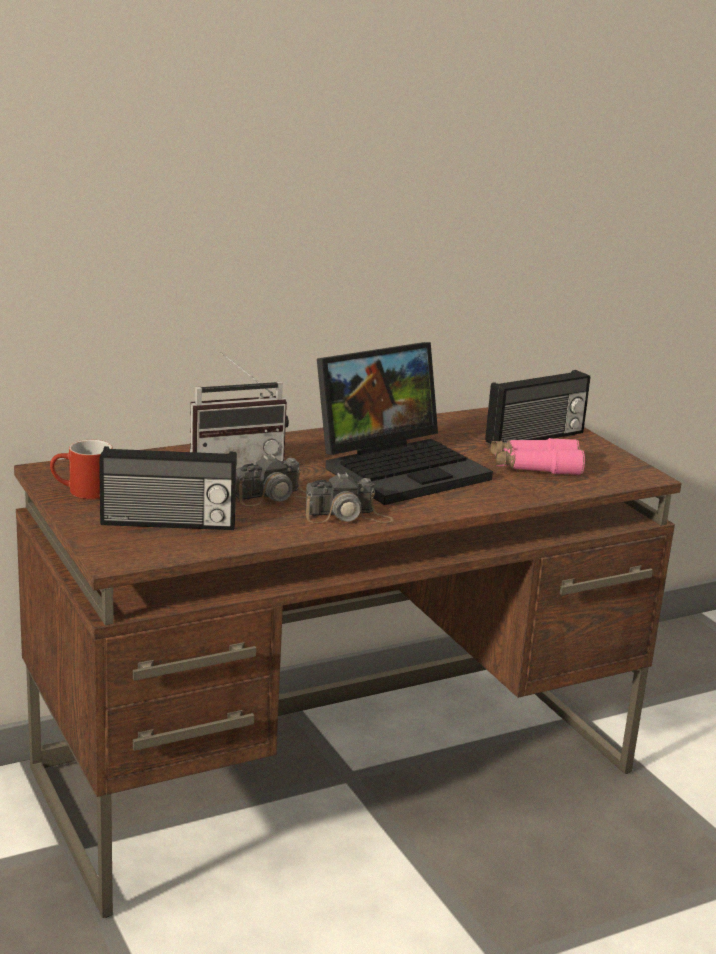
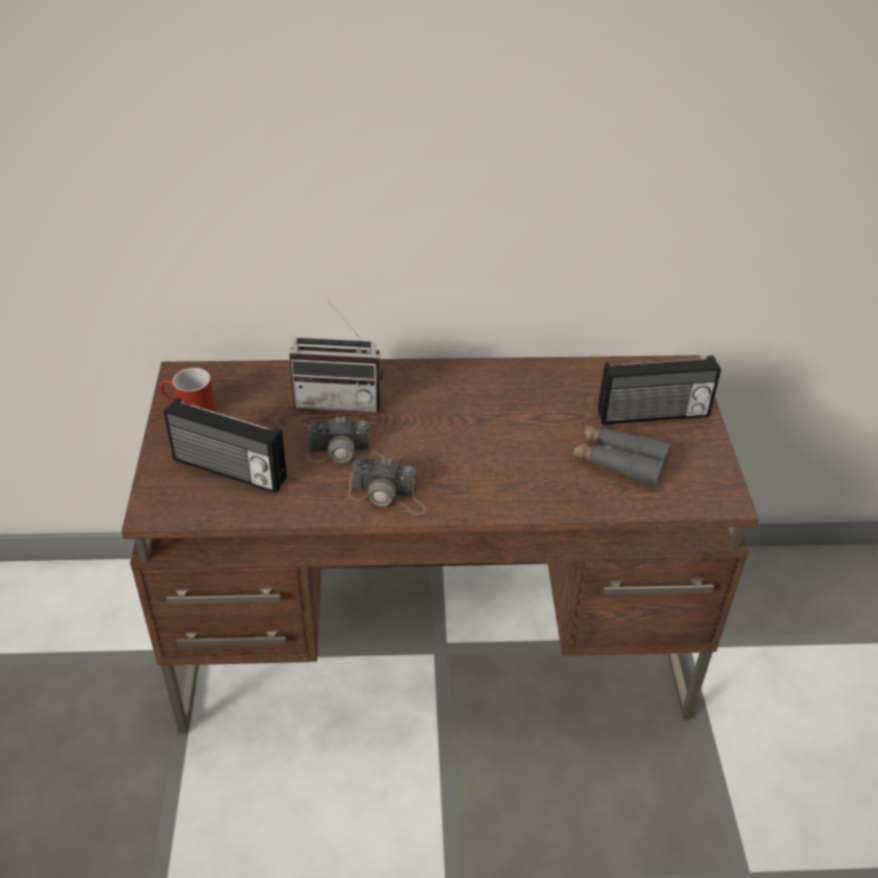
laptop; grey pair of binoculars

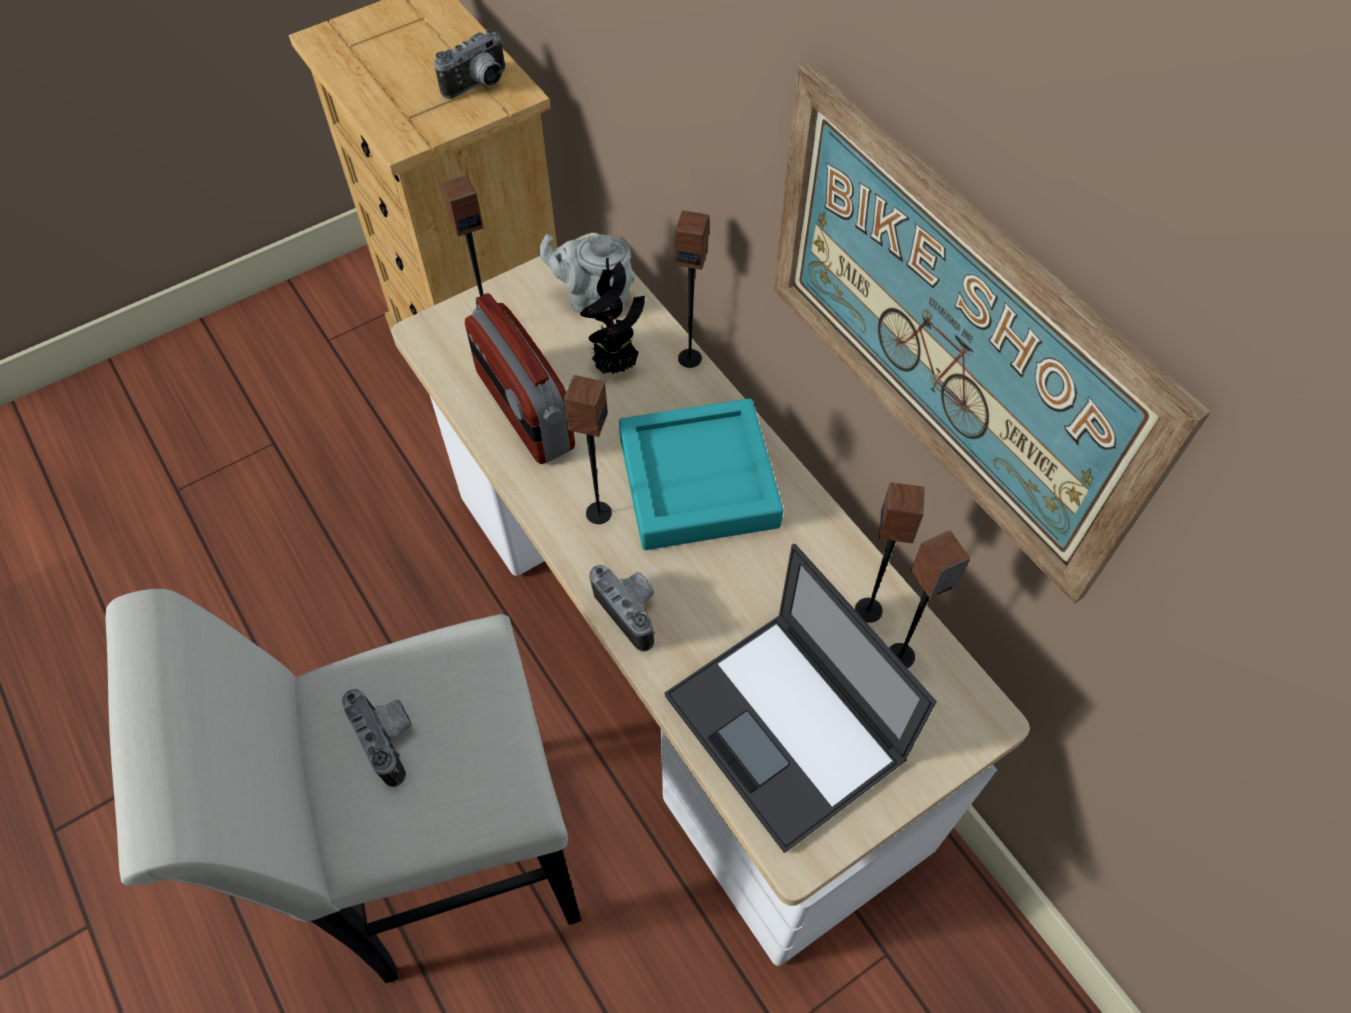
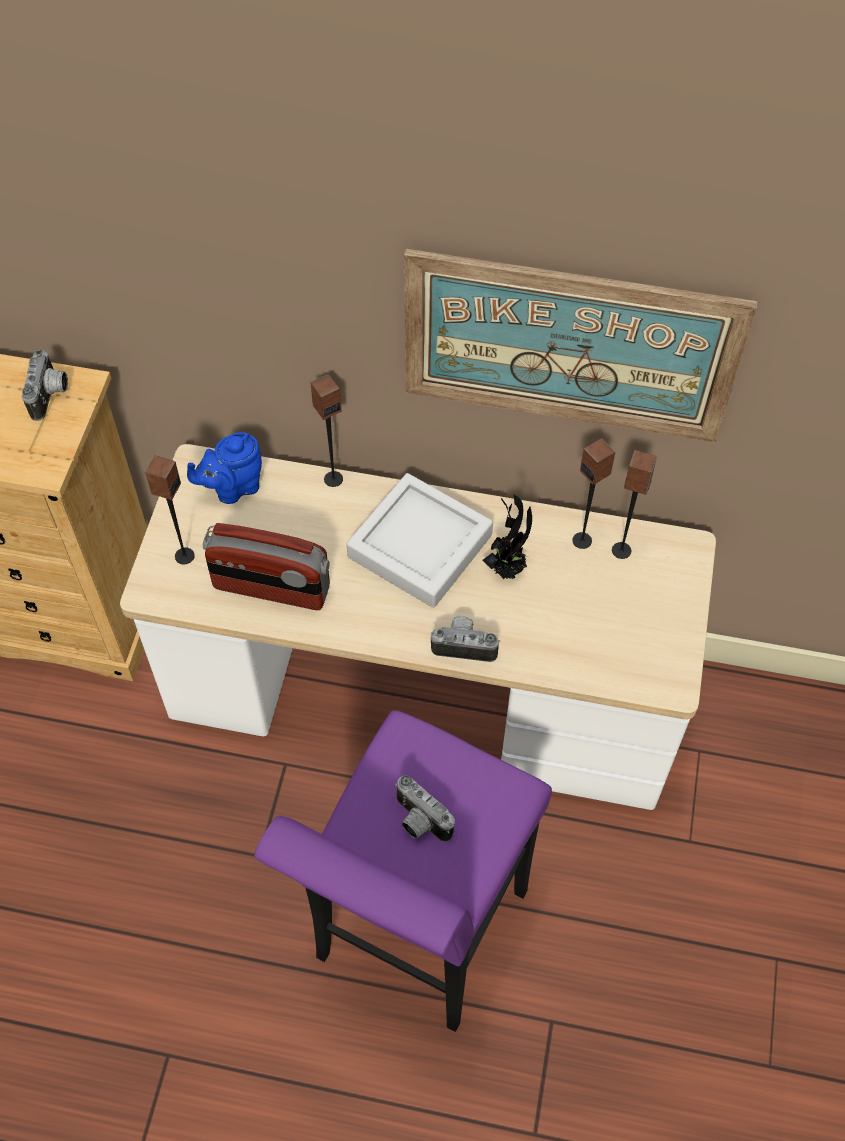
audio speaker (no. 2 from left in the first image); laptop; potted plant; purple stool seat; blue tea pot; grey serving tray; photo camera (no. 2 from left)

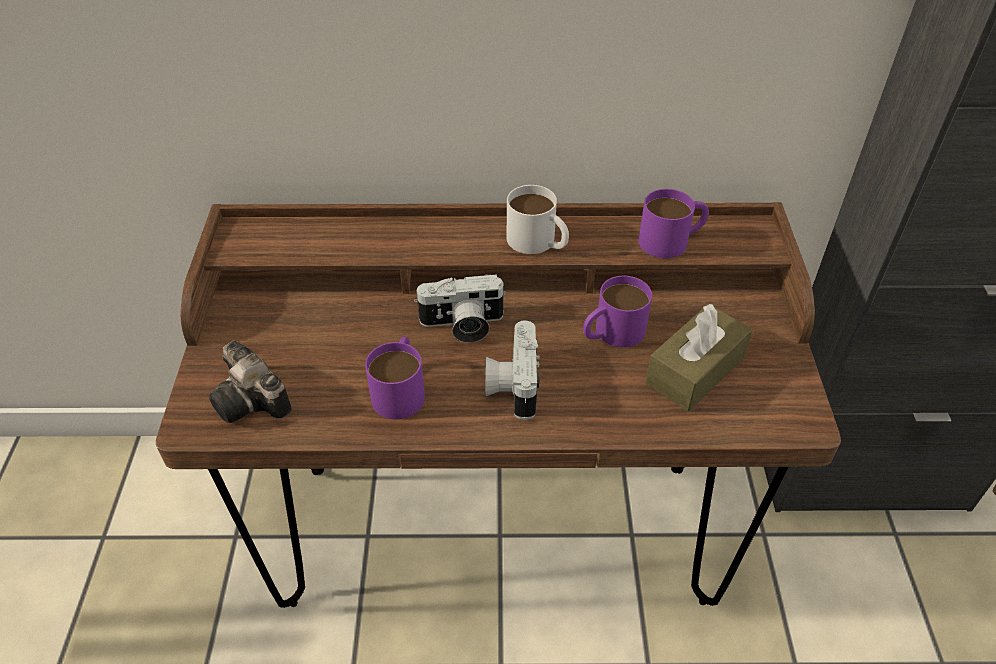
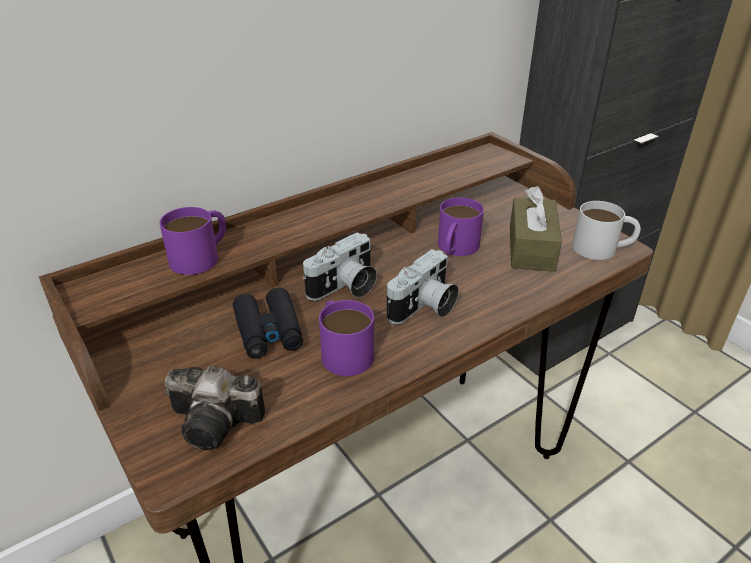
black-coloured pair of binoculars; whitish mug; purple mug (no. 1 from left); photo camera (no. 3 from left)

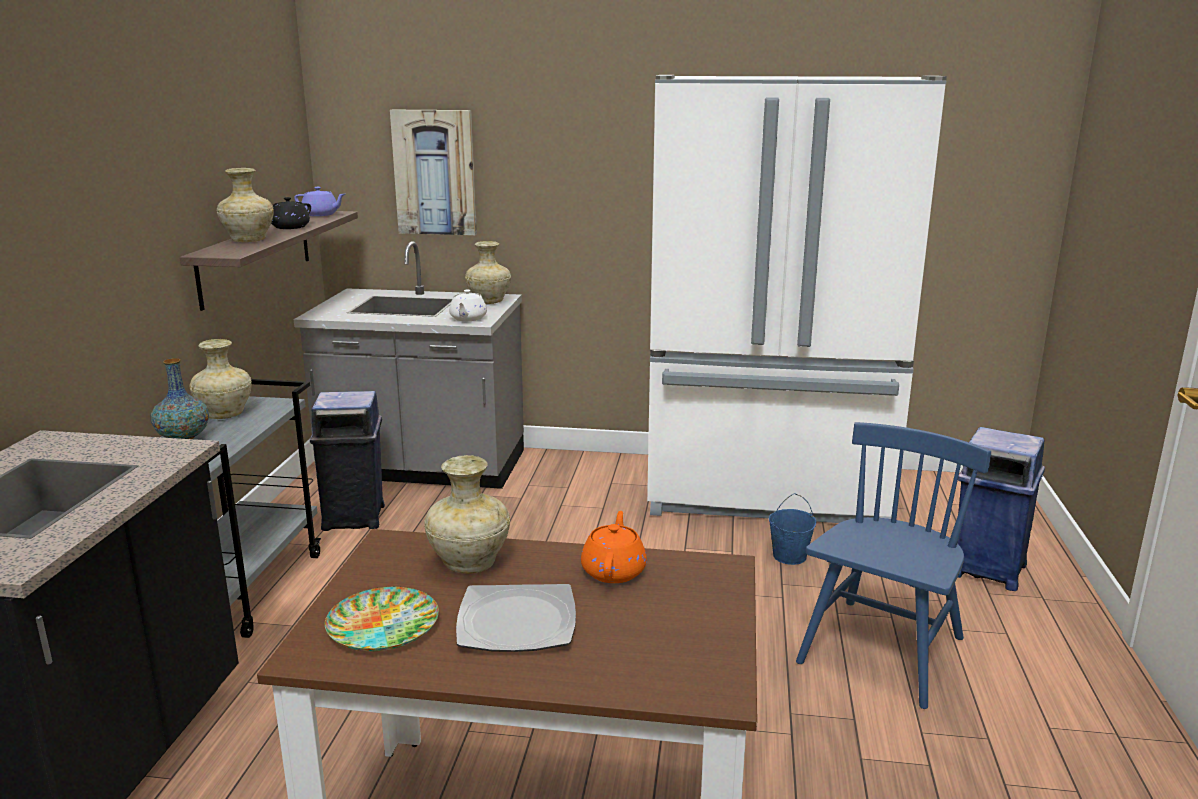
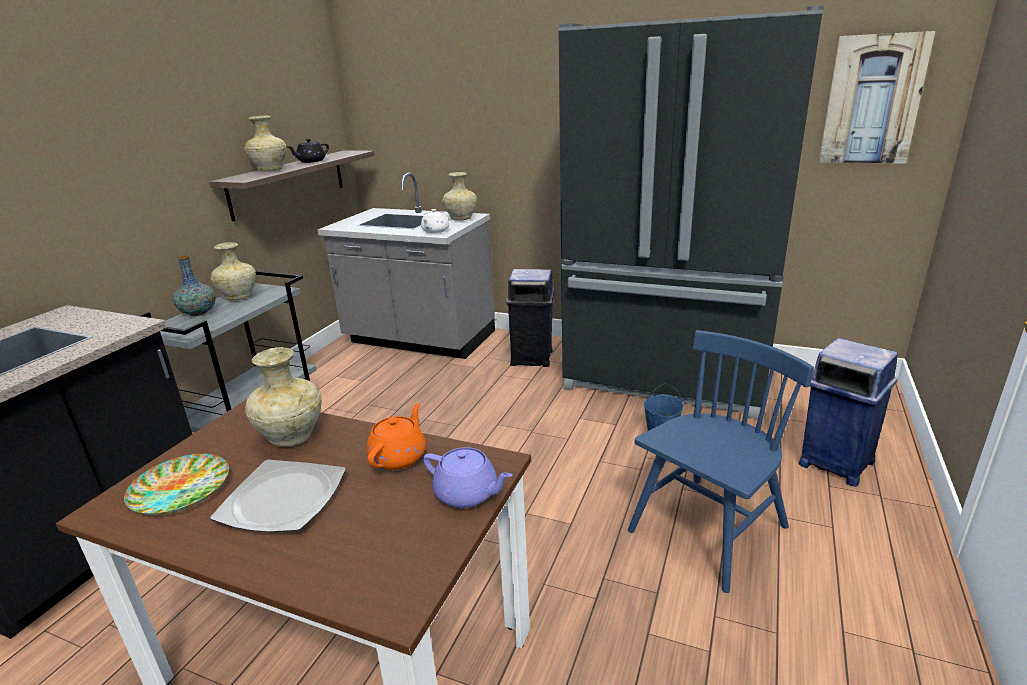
purple tea pot; blue rubbish bin (no. 1 from left); wall picture; black-coloured kitchen fridge

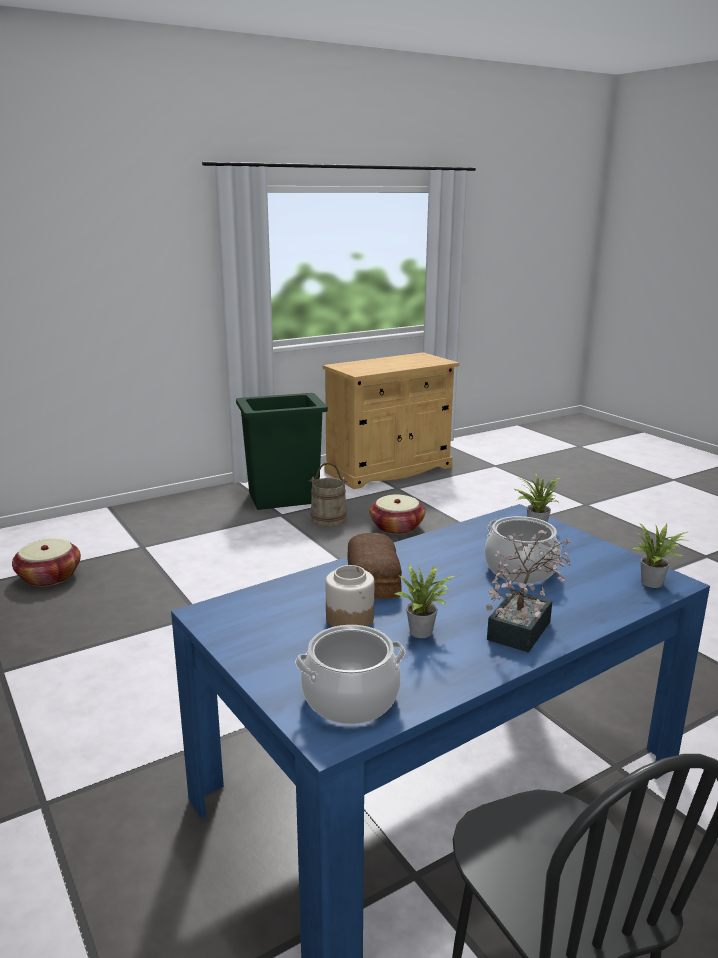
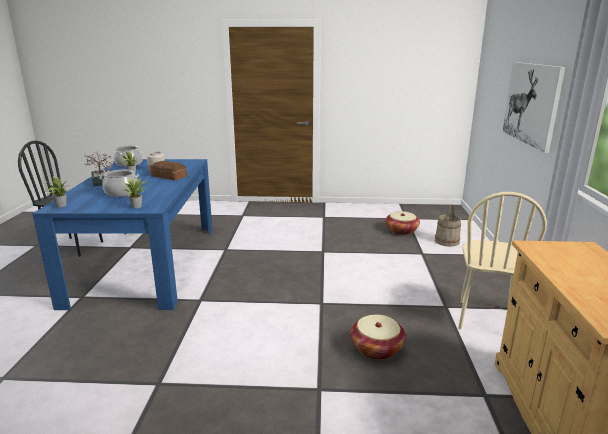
wall picture; beige bucket; beige upright chair

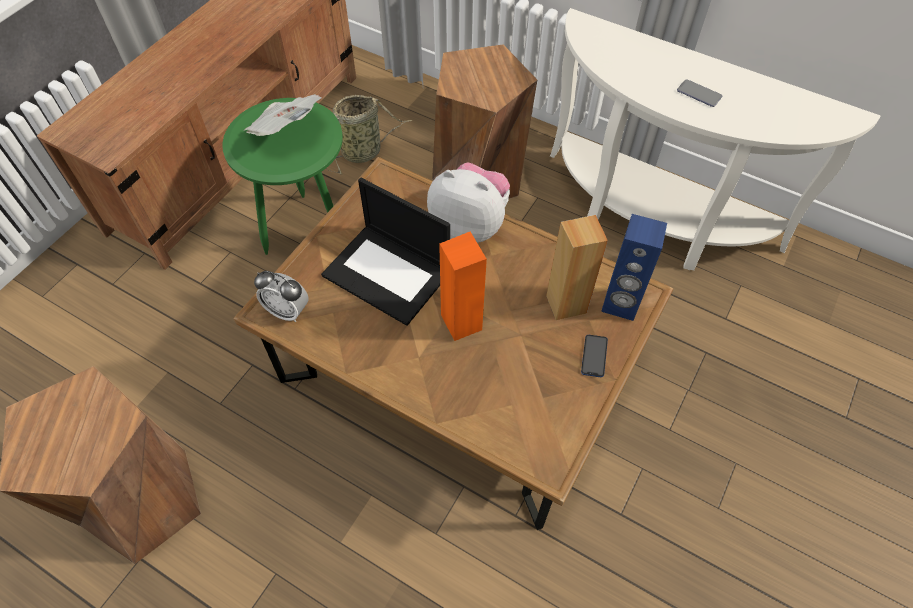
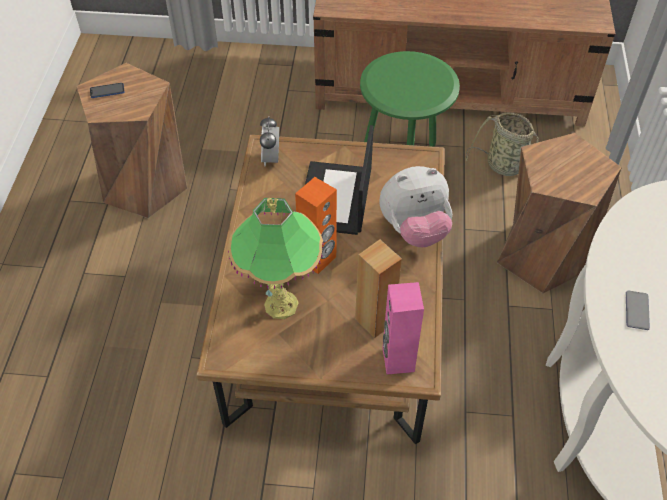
daily paper; table lamp; telephone (no. 1 from left); pink-coloured audio speaker; cuddly toy

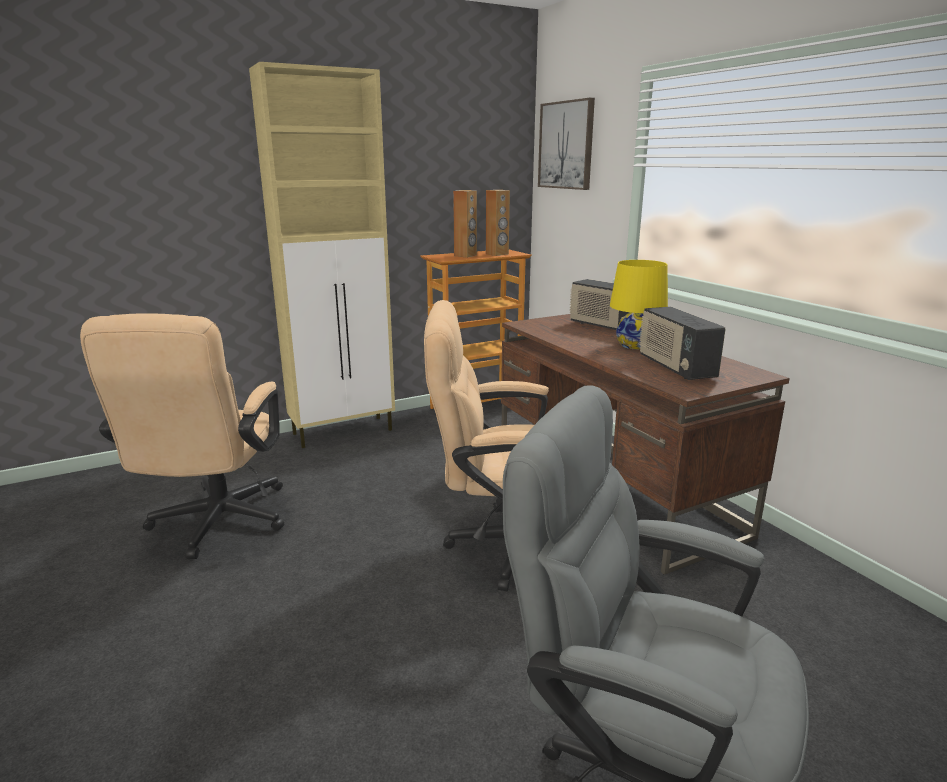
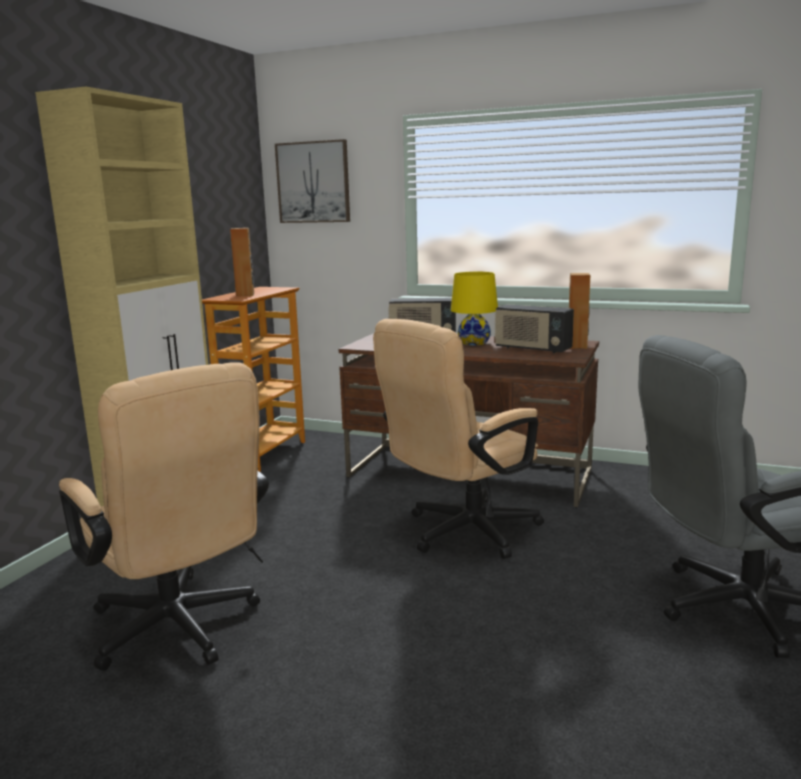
brownish audio speaker (no. 2 from left)

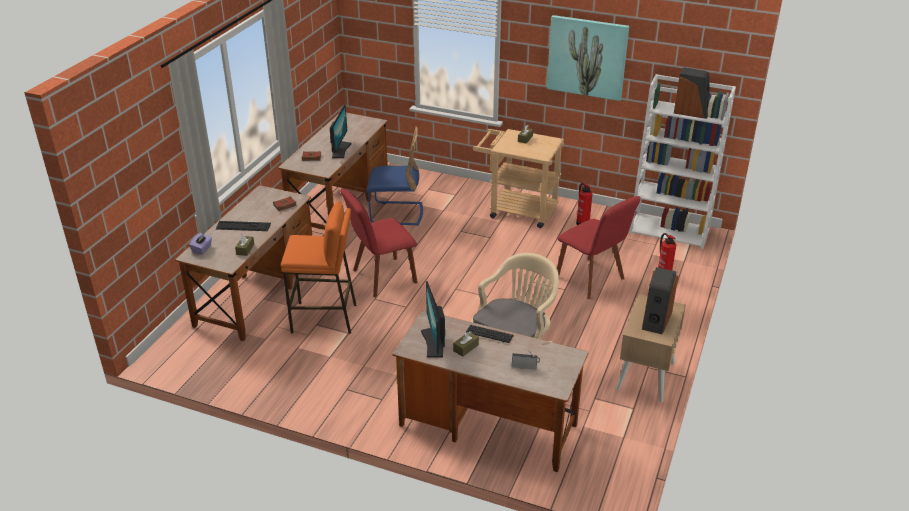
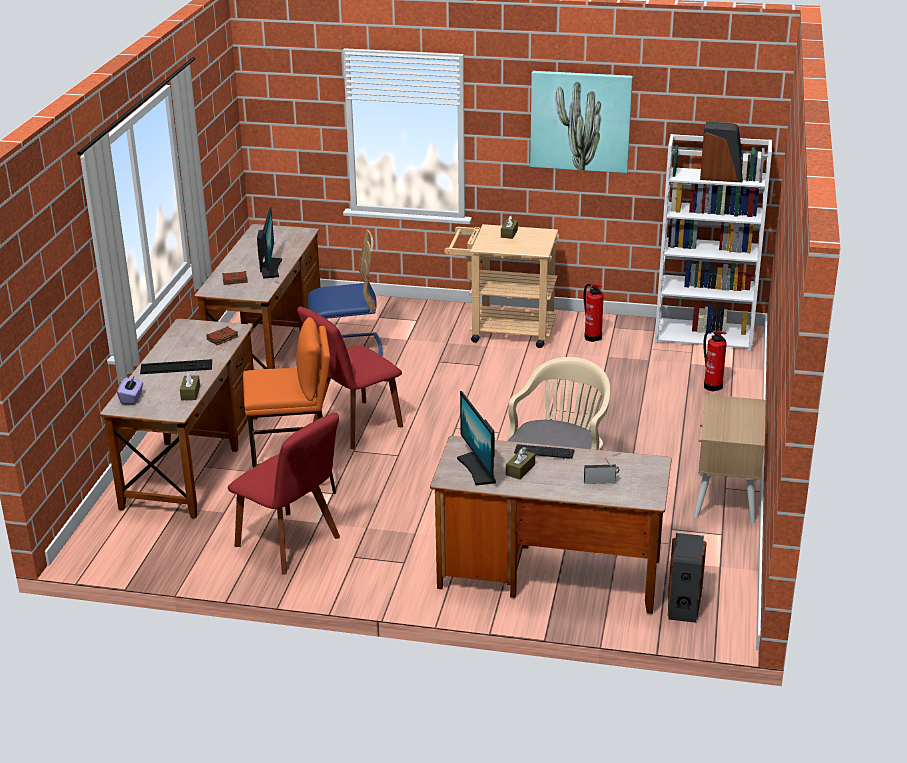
reddish upright chair (no. 1 from left); audio speaker (no. 1 from left)

